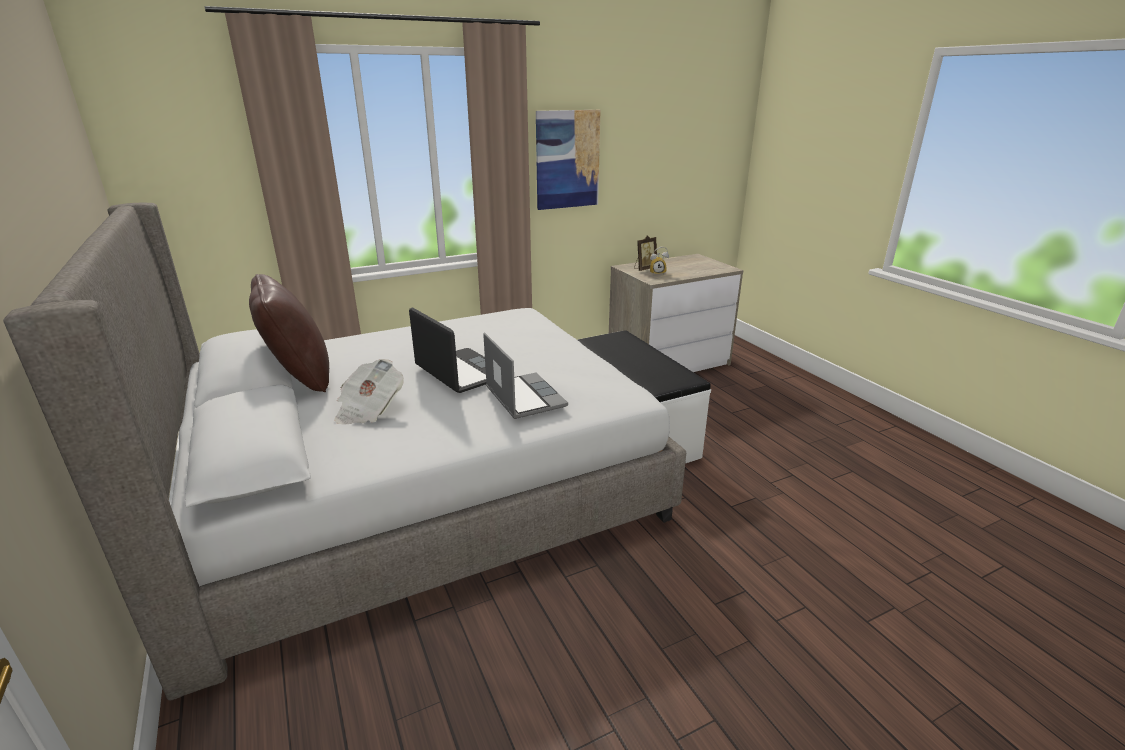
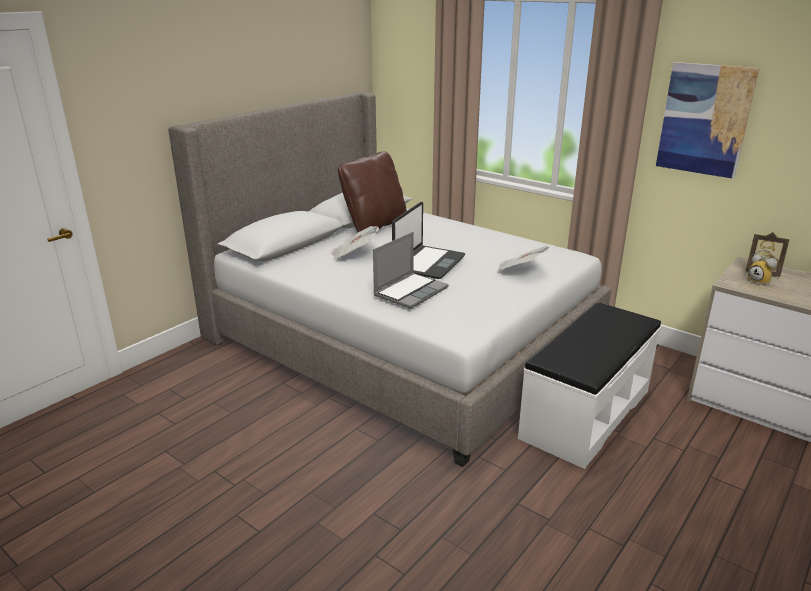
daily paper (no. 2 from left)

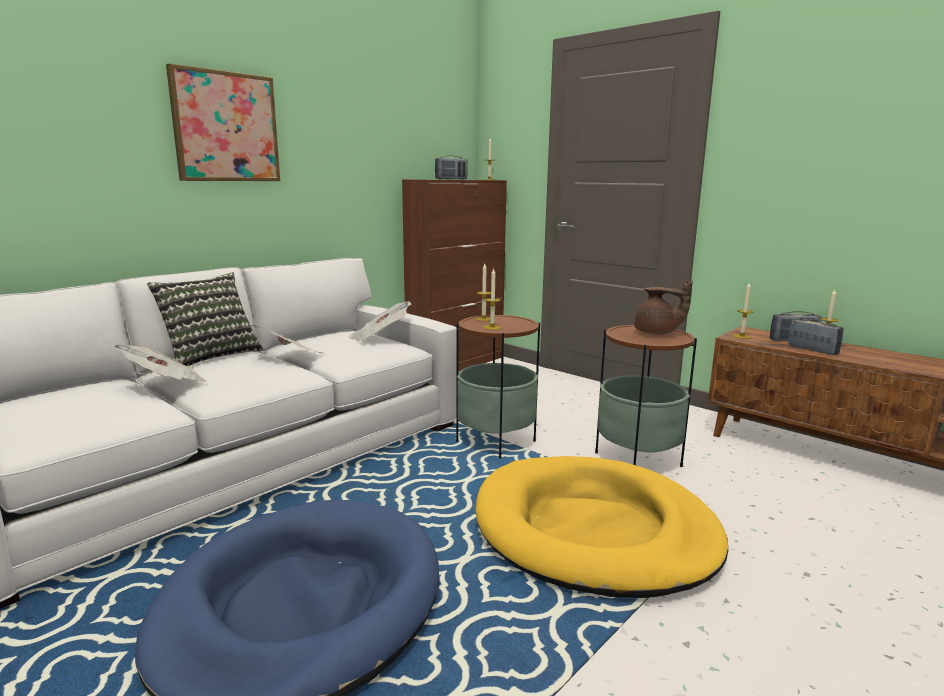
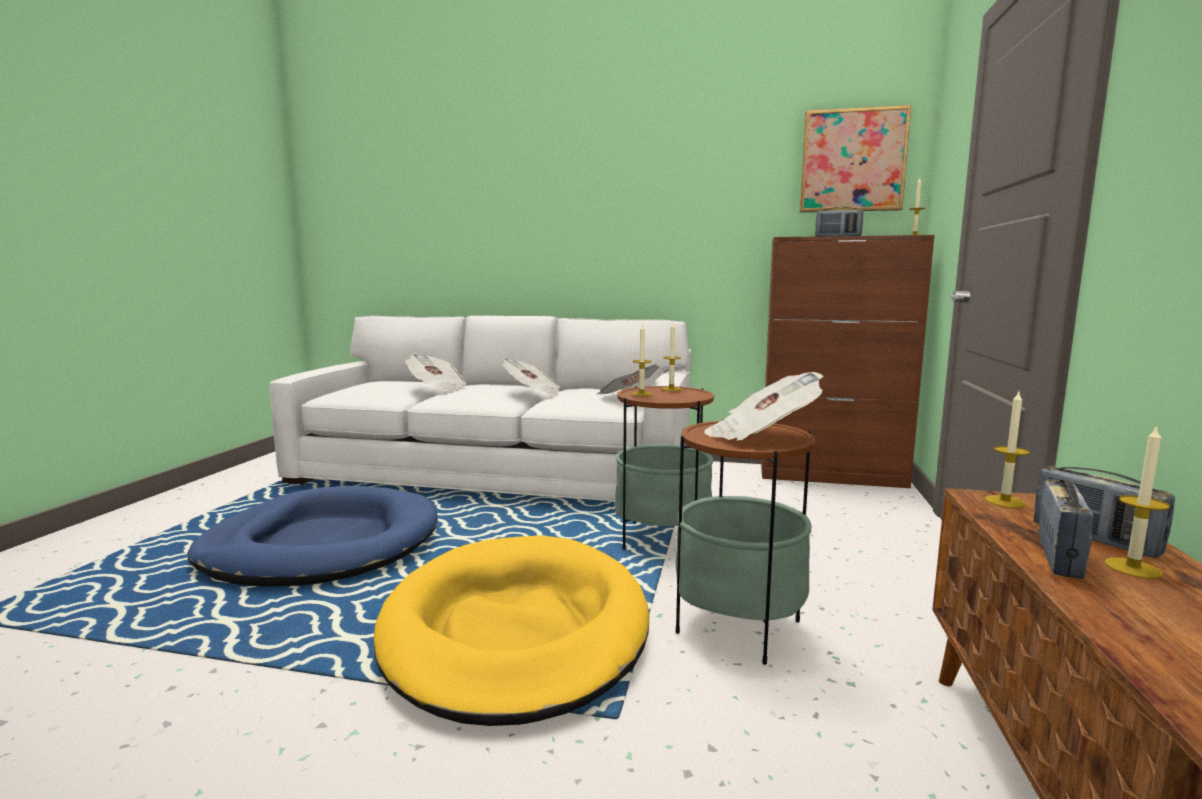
pillow; wall picture; daily paper (no. 4 from left)

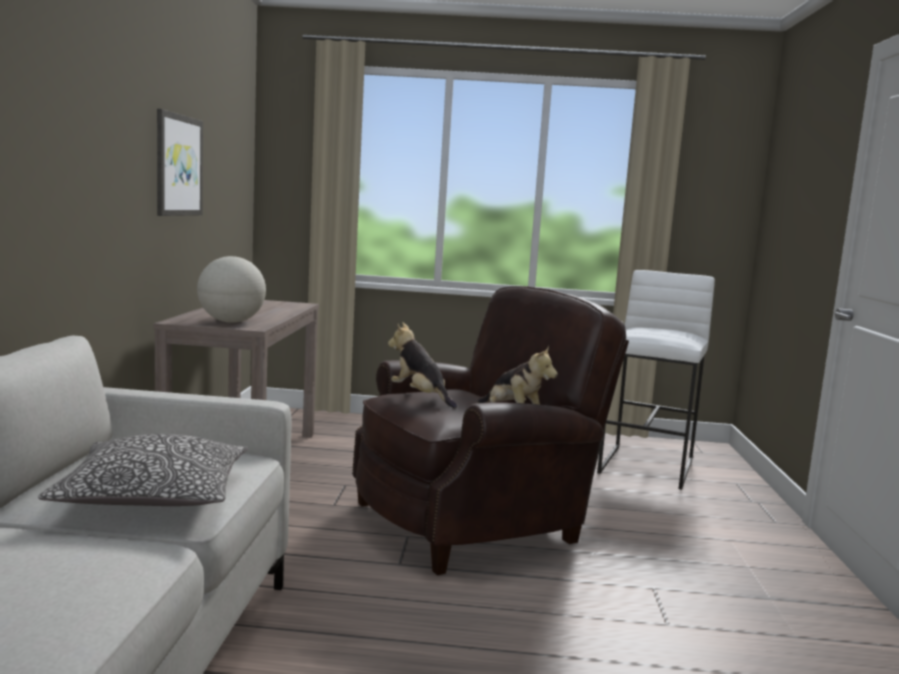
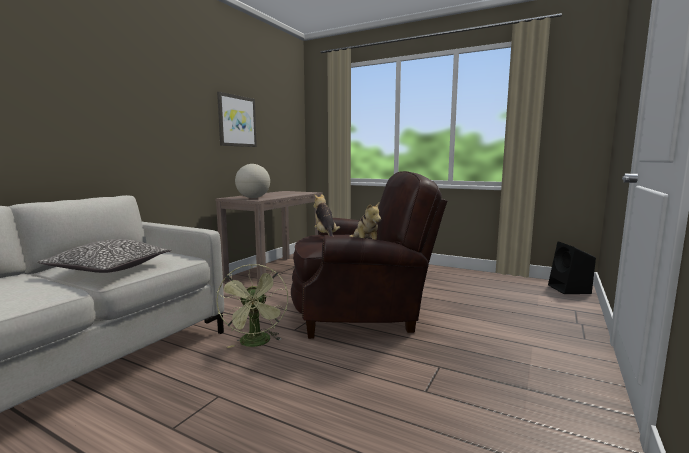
whitish stool seat; greenish electric fan; black-coloured audio speaker

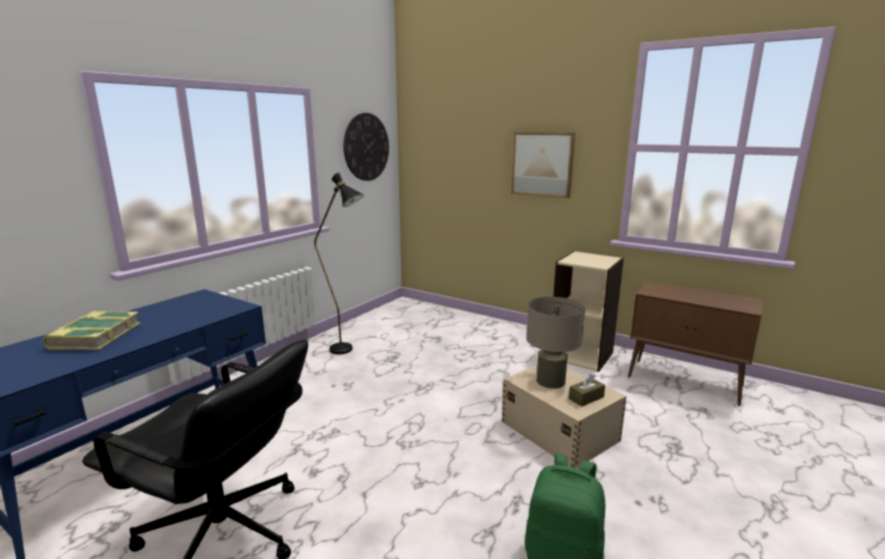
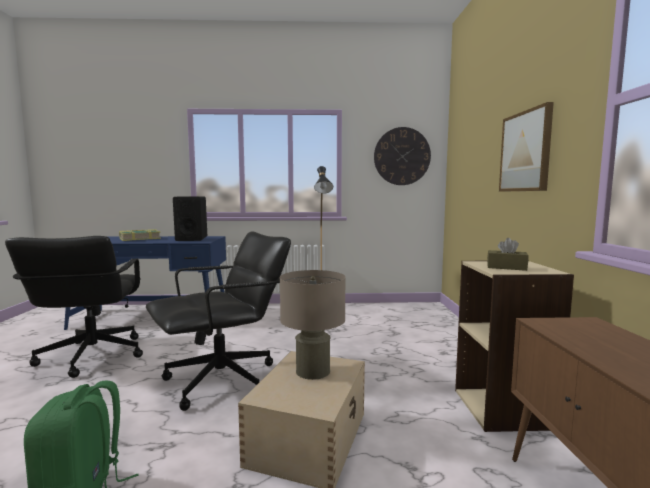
black-coloured desk chair (no. 2 from left); black-coloured audio speaker; brownish tissue box

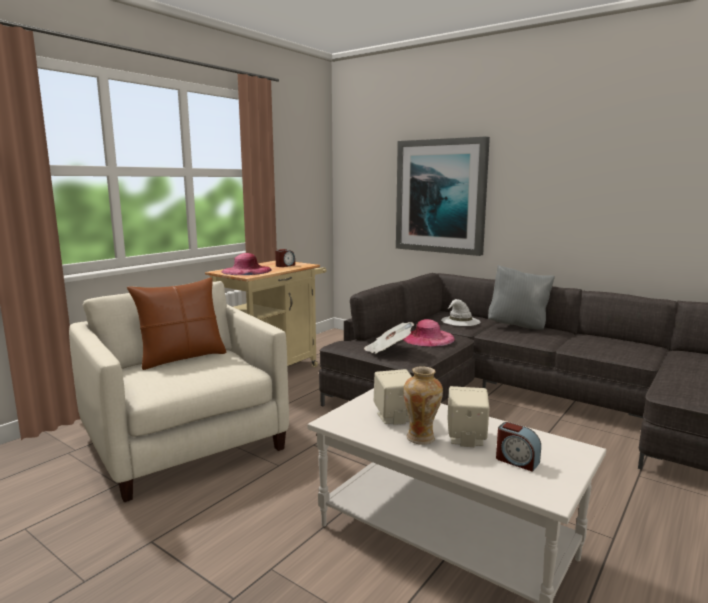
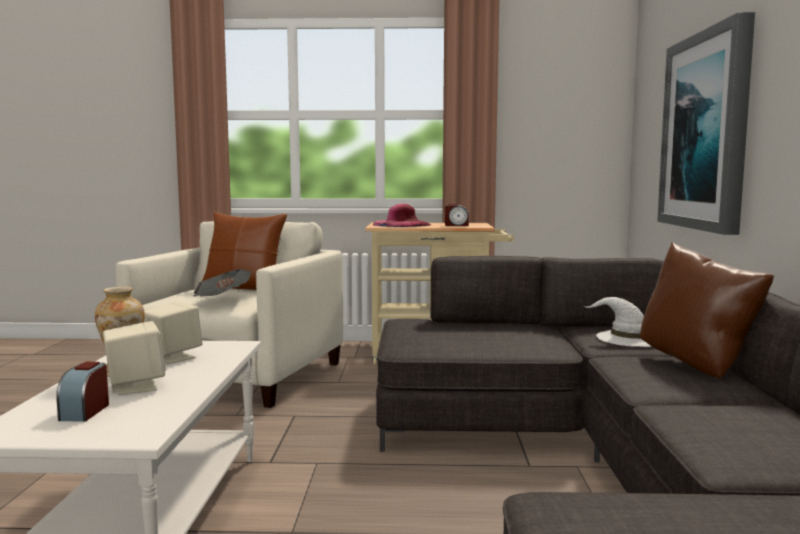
pink-coloured clothing hat (no. 2 from left in the first image); daily paper; brownish pillow (no. 2 from left)

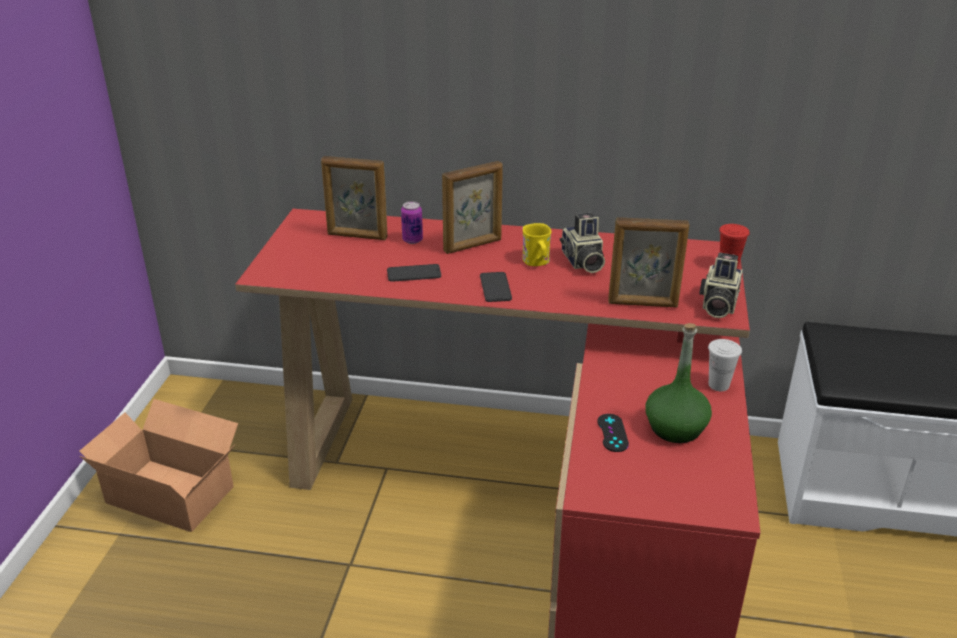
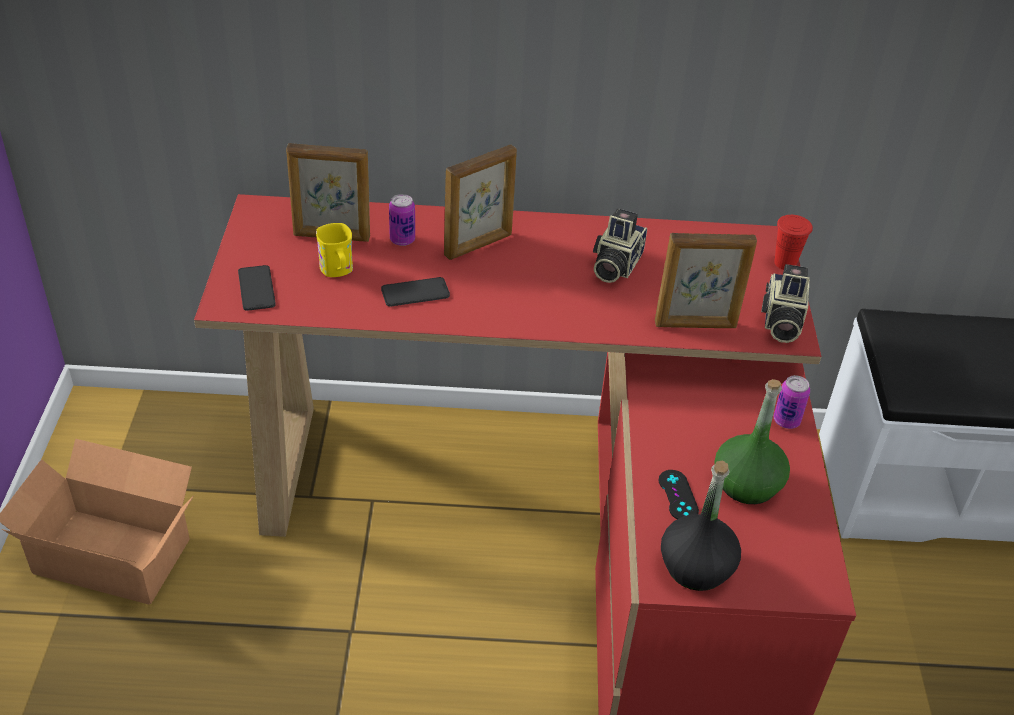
black-coloured bottle; telephone (no. 1 from left); yellow-coloured mug; sealed can (no. 2 from left); photo camera (no. 1 from left)

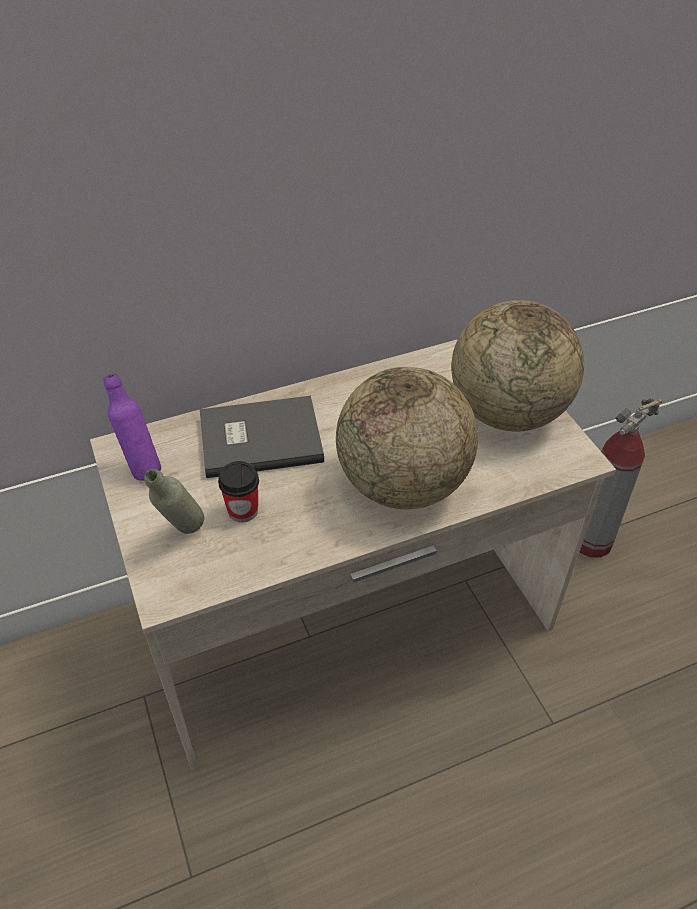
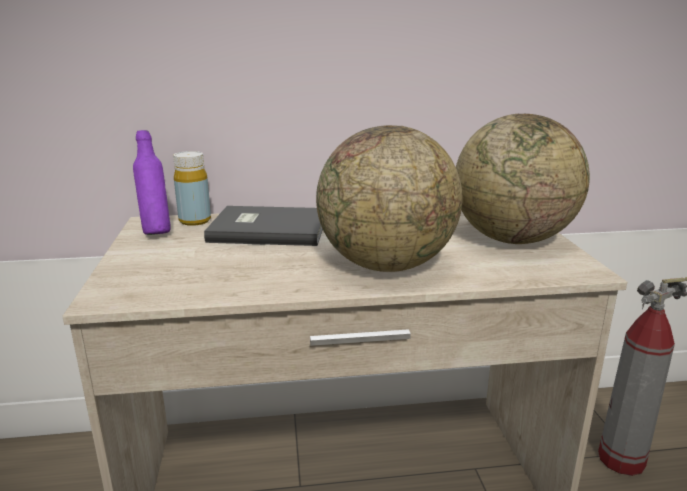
grey bottle; cup; yellow-coloured bottle

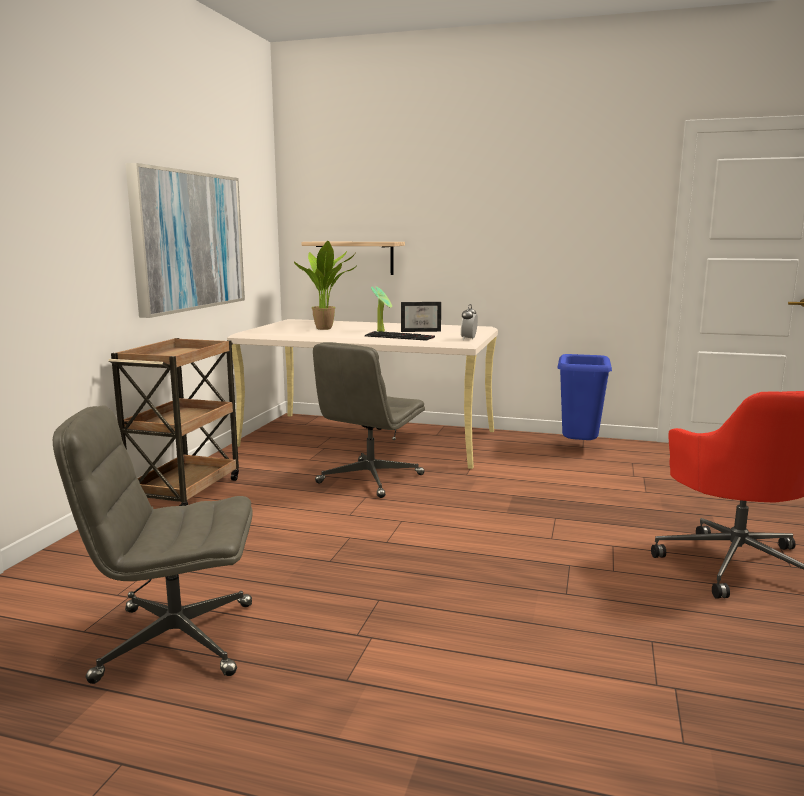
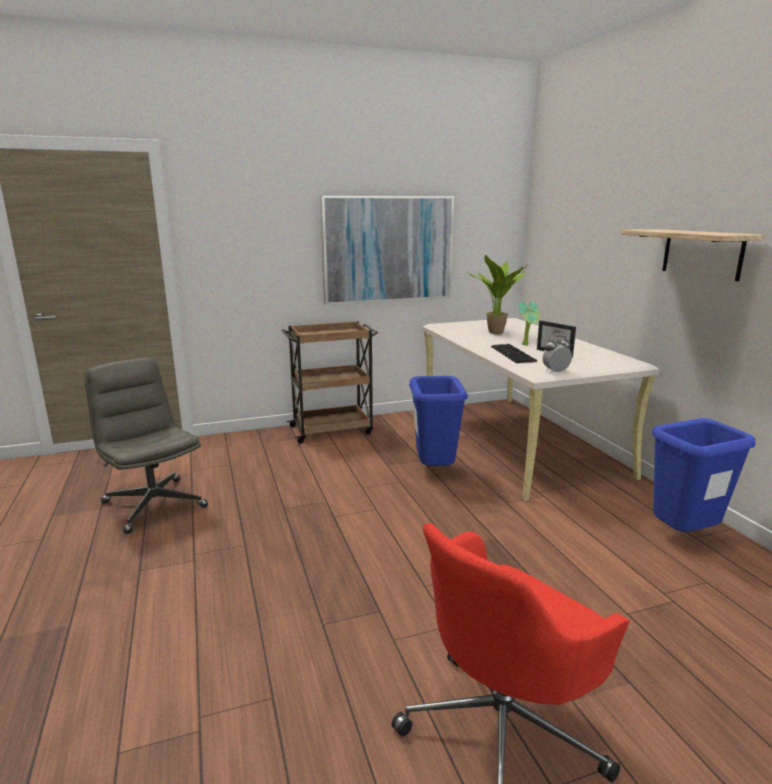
bracket shelf; blue rubbish bin (no. 1 from left)

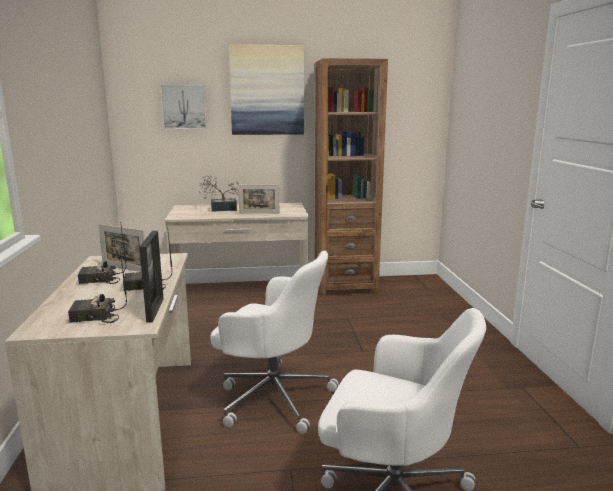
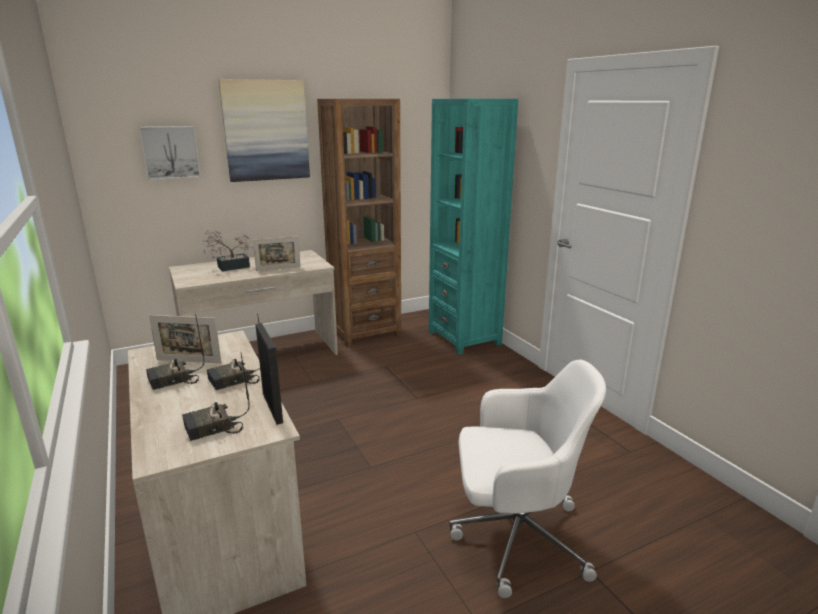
whitish desk chair (no. 1 from left in the first image); turquoise bookcase

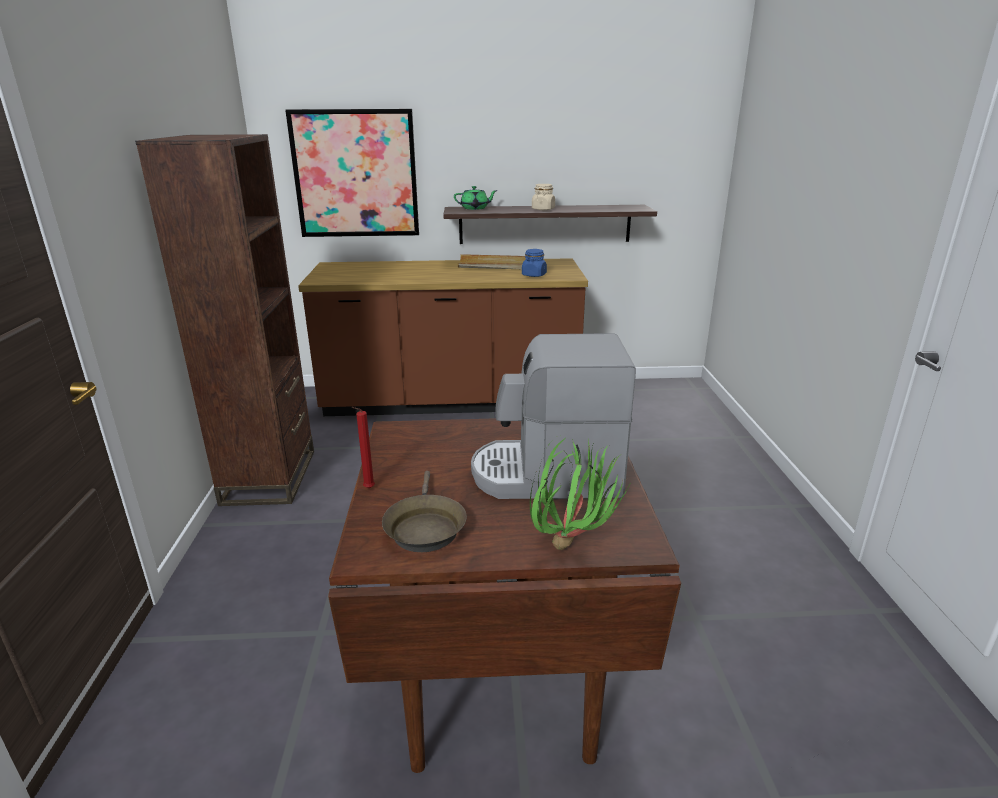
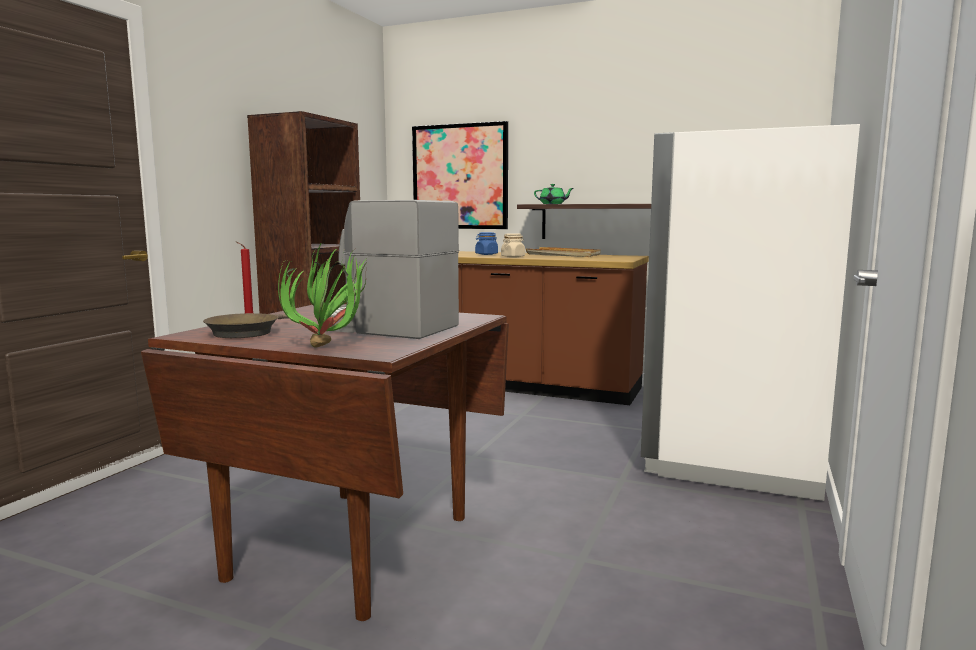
whitish kitchen fridge; blue storage jar; beige storage jar

